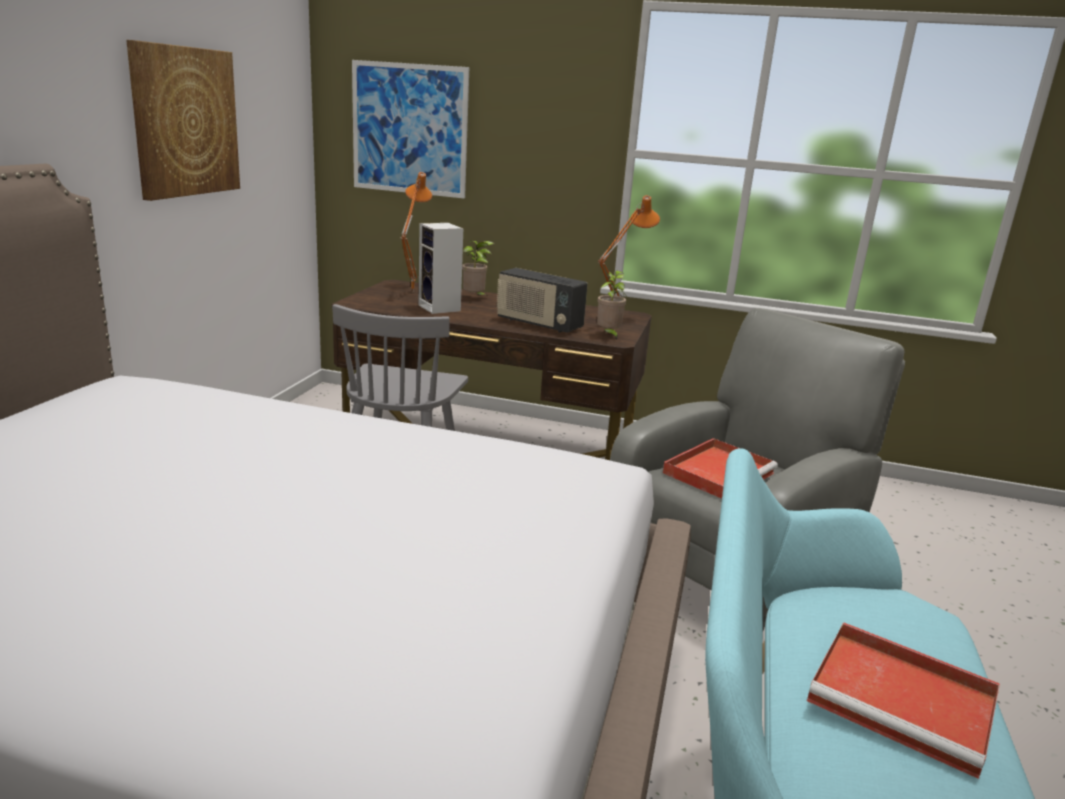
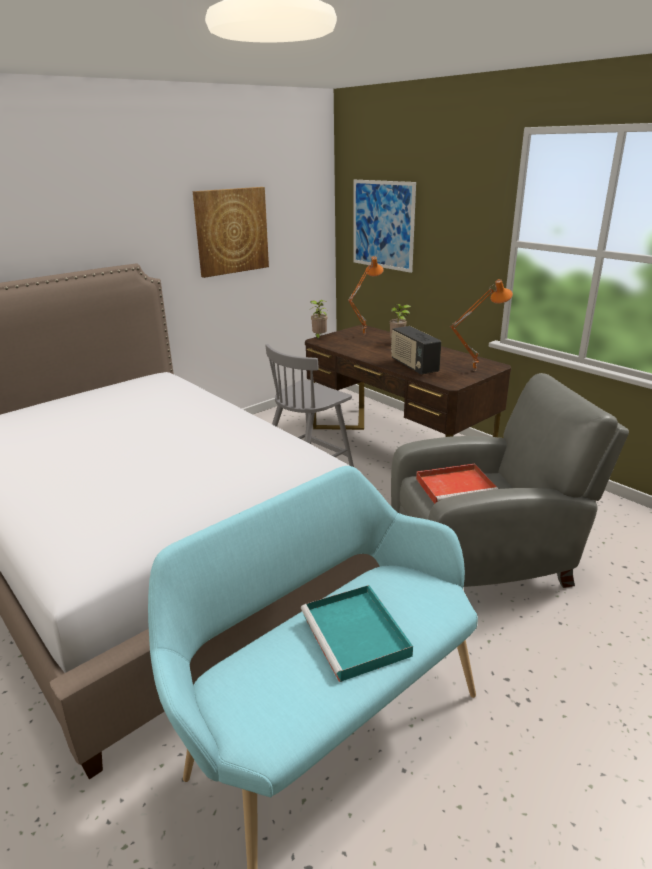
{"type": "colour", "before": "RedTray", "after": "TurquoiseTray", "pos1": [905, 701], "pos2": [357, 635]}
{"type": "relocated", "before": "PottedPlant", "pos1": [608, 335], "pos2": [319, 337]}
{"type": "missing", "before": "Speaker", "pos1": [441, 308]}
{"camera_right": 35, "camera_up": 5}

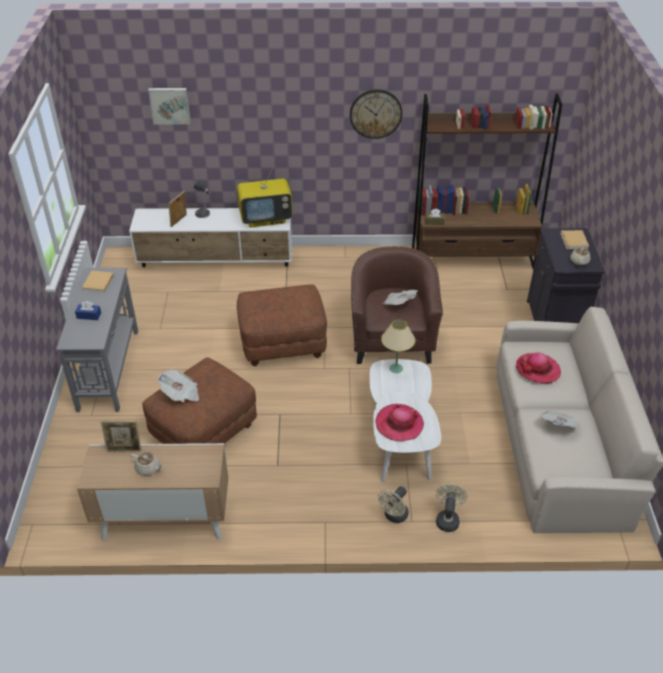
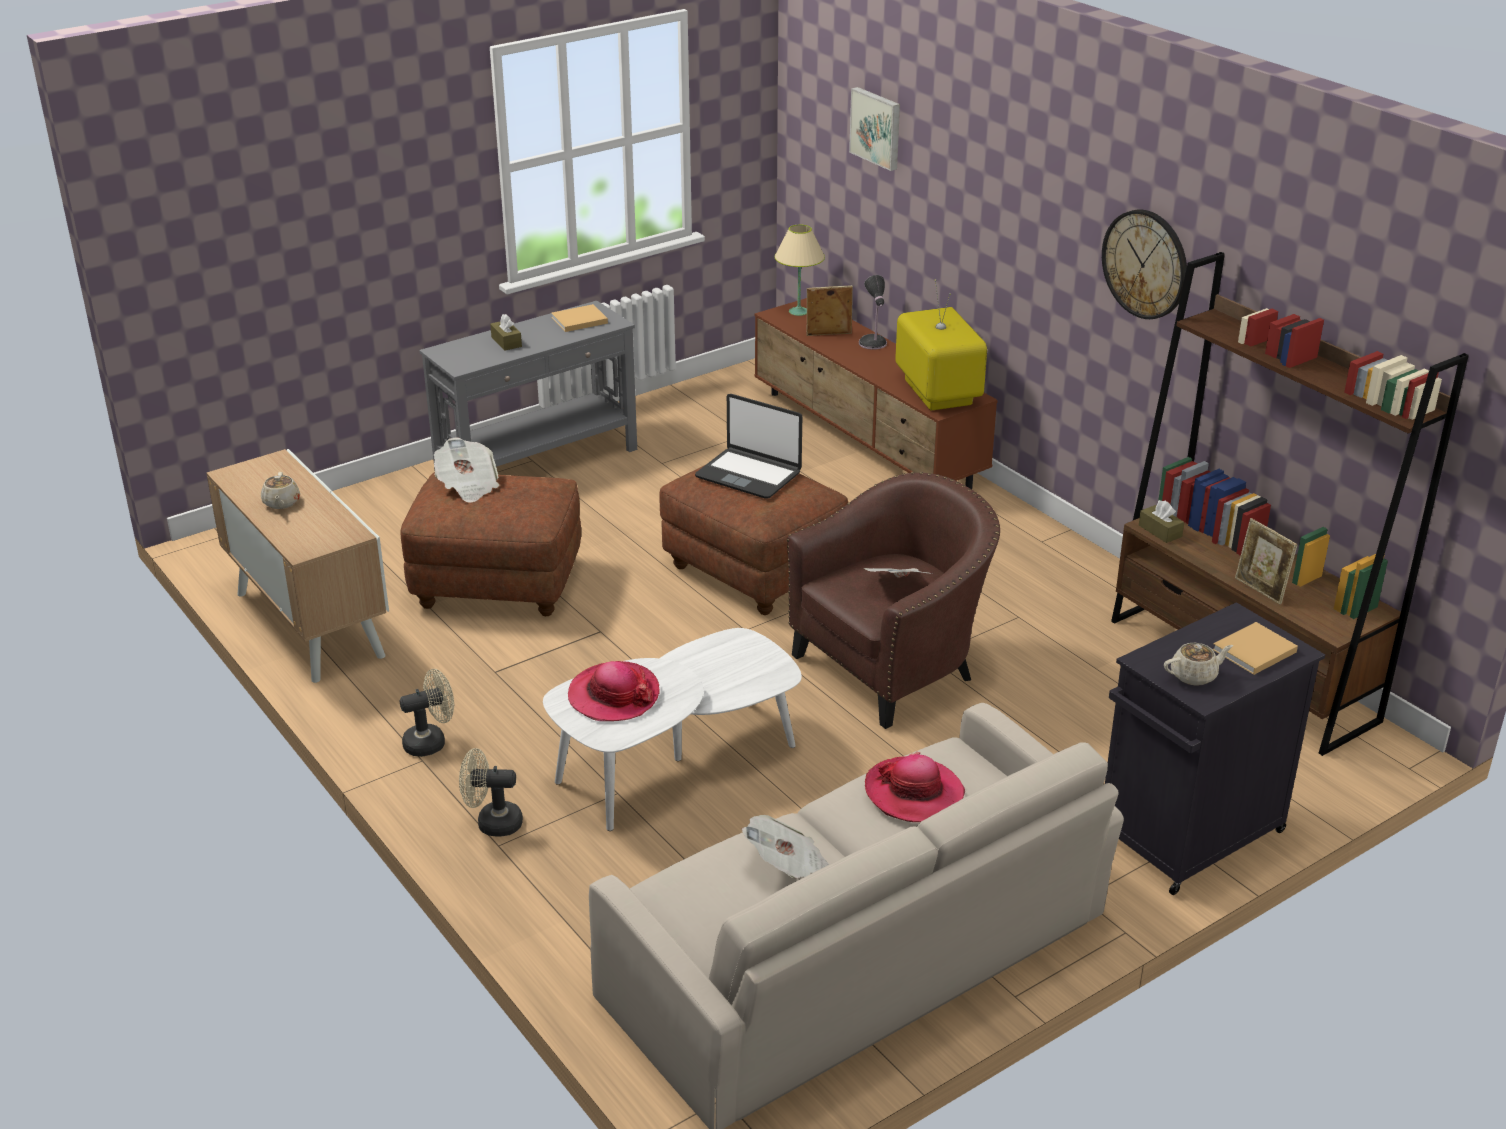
{"type": "relocated", "before": "BeigeFan", "pos1": [447, 519], "pos2": [431, 742]}
{"type": "colour", "before": "BlueTissueBox", "after": "BrownTissueBox", "pos1": [89, 315], "pos2": [506, 342]}
{"type": "appeared", "after": "Laptop", "pos2": [749, 474]}
{"type": "colour", "before": "WhiteTvStand", "after": "BrownTvStand", "pos1": [217, 260], "pos2": [867, 440]}
{"type": "relocated", "before": "BeigeTableLamp", "pos1": [396, 368], "pos2": [799, 311]}
{"type": "spun", "before": "Television", "pos1": [266, 219], "pos2": [936, 392], "turn": -150}
{"type": "relocated", "before": "PictureFrame", "pos1": [124, 449], "pos2": [1260, 590]}
{"camera_right": 55, "camera_up": -10}

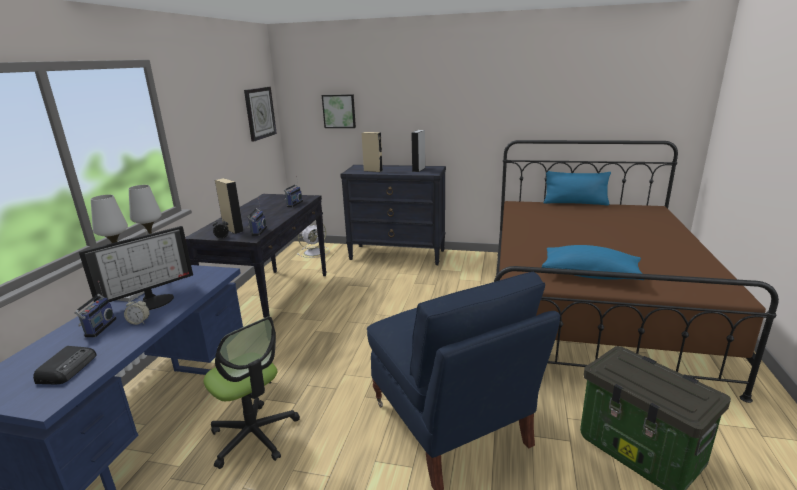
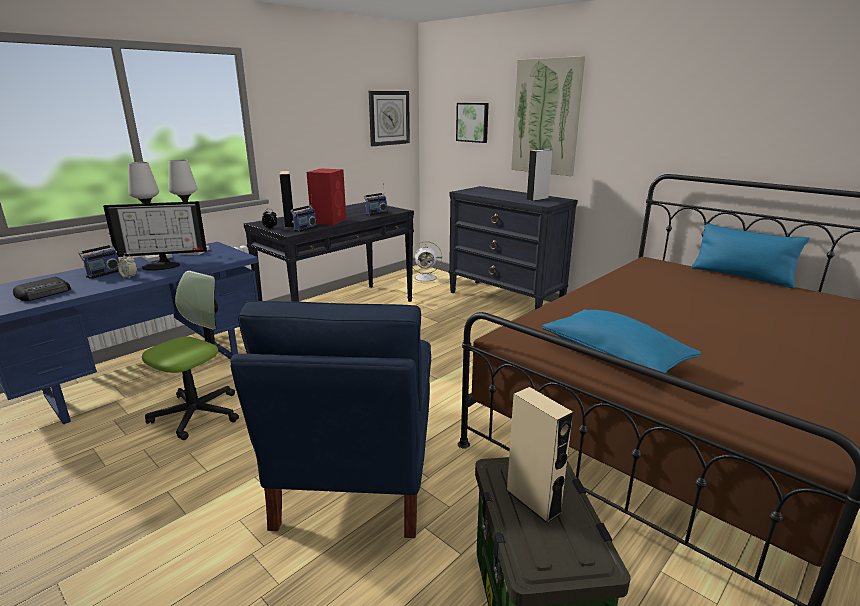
{"type": "spun", "before": "OfficeChair", "pos1": [254, 435], "pos2": [197, 414], "turn": -135}
{"type": "appeared", "after": "RedSpeaker", "pos2": [329, 221]}
{"type": "relocated", "before": "BeigeSpeaker", "pos1": [373, 171], "pos2": [533, 501]}
{"type": "appeared", "after": "Picture", "pos2": [546, 117]}
{"camera_right": 30, "camera_up": 0}

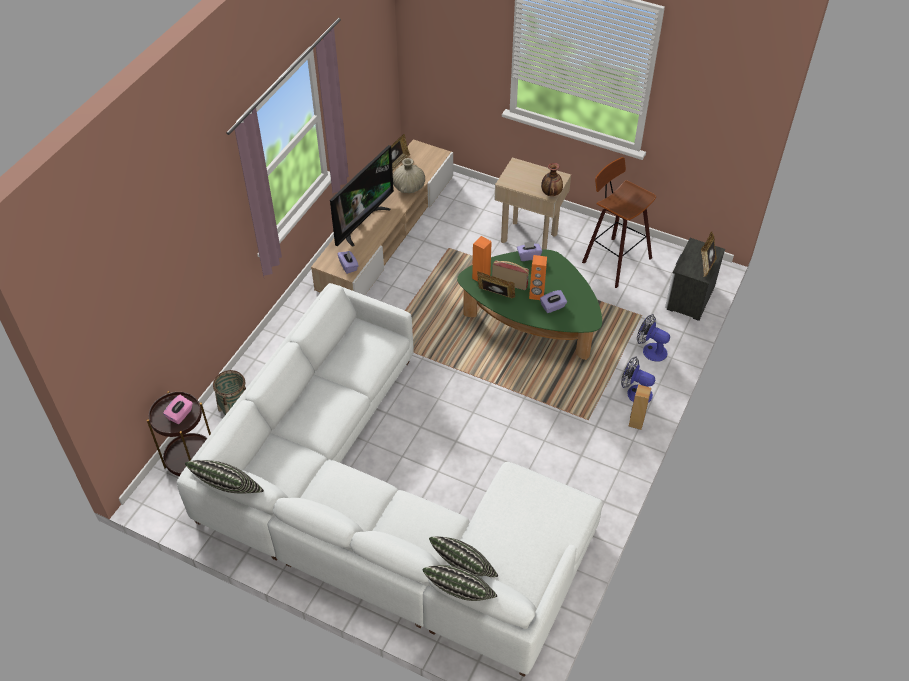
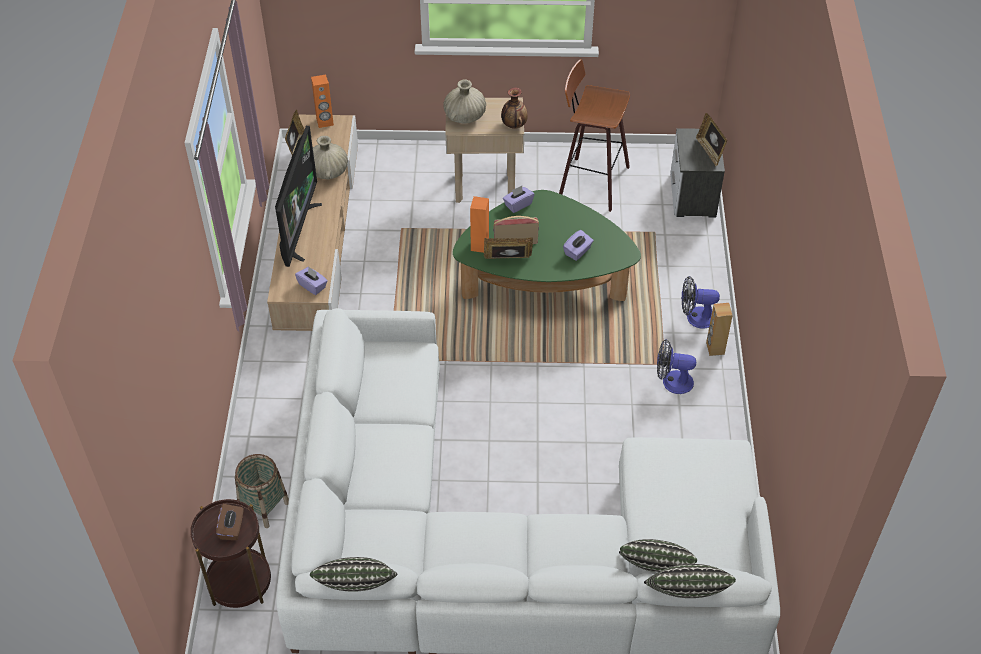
{"type": "colour", "before": "PinkTissueBox", "after": "BrownTissueBox", "pos1": [180, 415], "pos2": [232, 528]}
{"type": "relocated", "before": "OrangeSpeaker", "pos1": [536, 295], "pos2": [325, 122]}
{"type": "appeared", "after": "BeigeVase", "pos2": [465, 116]}
{"type": "relocated", "before": "Fan", "pos1": [650, 350], "pos2": [672, 381]}
{"camera_right": -25, "camera_up": 0}

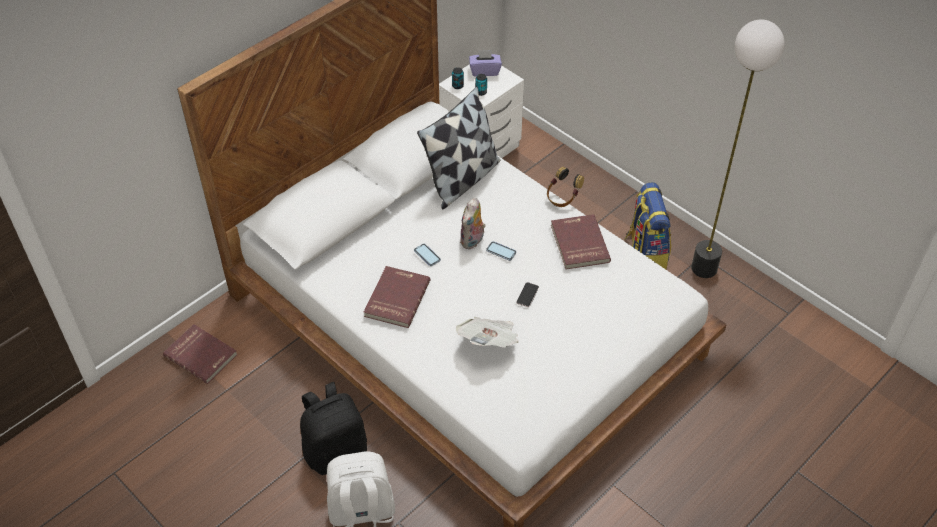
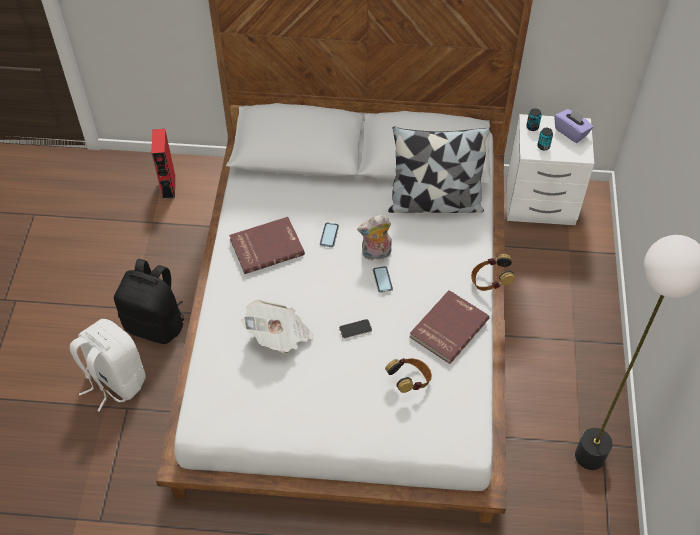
{"type": "exchanged", "before": "RedBook", "after": "RedSpeaker", "pos1": [201, 355], "pos2": [168, 186]}
{"type": "appeared", "after": "Headphones", "pos2": [410, 381]}
{"type": "missing", "before": "Backpack", "pos1": [645, 253]}
{"camera_right": 50, "camera_up": 5}

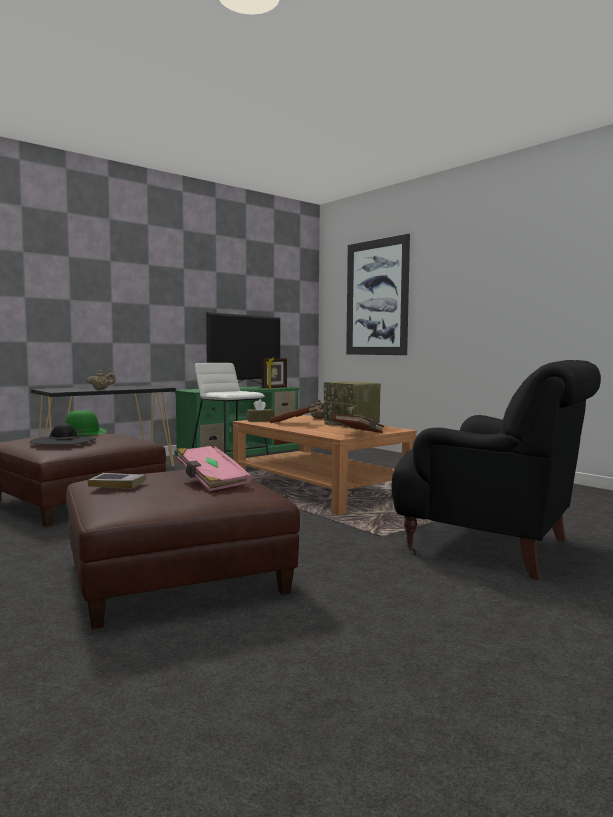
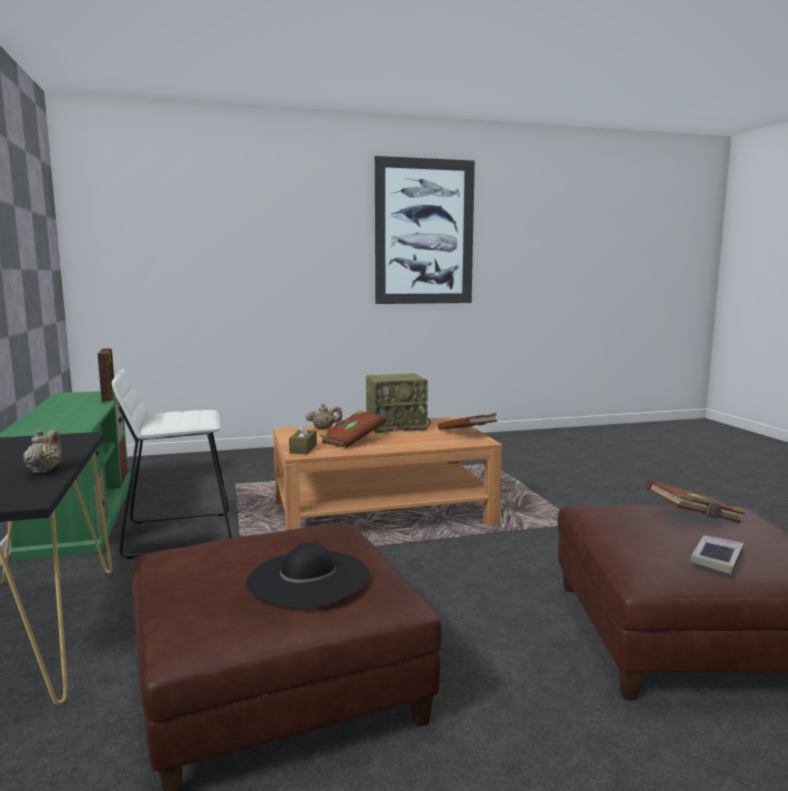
{"type": "relocated", "before": "Picture", "pos1": [376, 297], "pos2": [424, 232]}
{"type": "colour", "before": "PinkBook", "after": "BrownBook", "pos1": [211, 482], "pos2": [693, 518]}
{"type": "missing", "before": "GreenHat", "pos1": [81, 432]}
{"type": "missing", "before": "Television", "pos1": [245, 387]}
{"type": "missing", "before": "BlackArmchair", "pos1": [492, 547]}
{"camera_right": -65, "camera_up": 5}

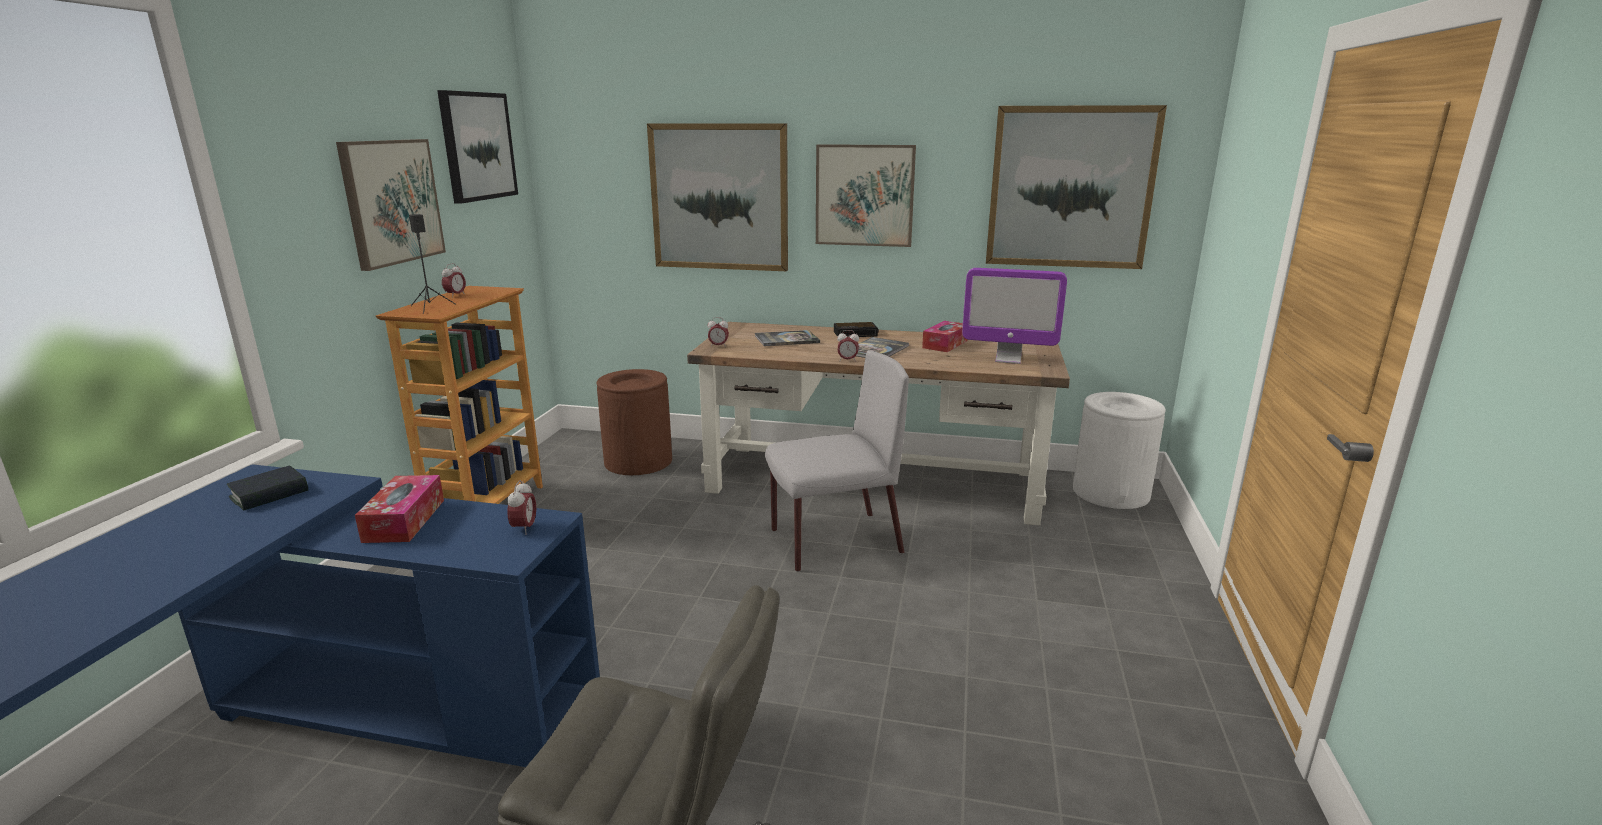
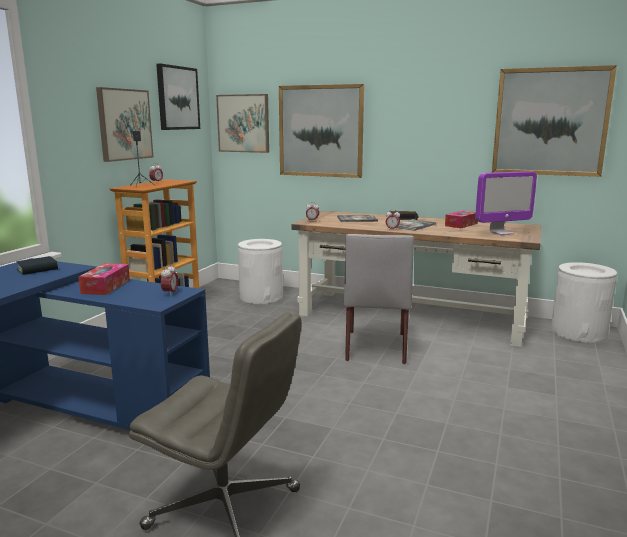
{"type": "relocated", "before": "Picture", "pos1": [864, 195], "pos2": [243, 123]}
{"type": "colour", "before": "BrownTrashCan", "after": "WhiteTrashCan", "pos1": [638, 461], "pos2": [261, 297]}
{"type": "spun", "before": "GreyChair", "pos1": [833, 542], "pos2": [376, 346], "turn": 105}
{"type": "spun", "before": "Monitor", "pos1": [1008, 359], "pos2": [501, 233], "turn": -45}
{"camera_right": 10, "camera_up": -5}

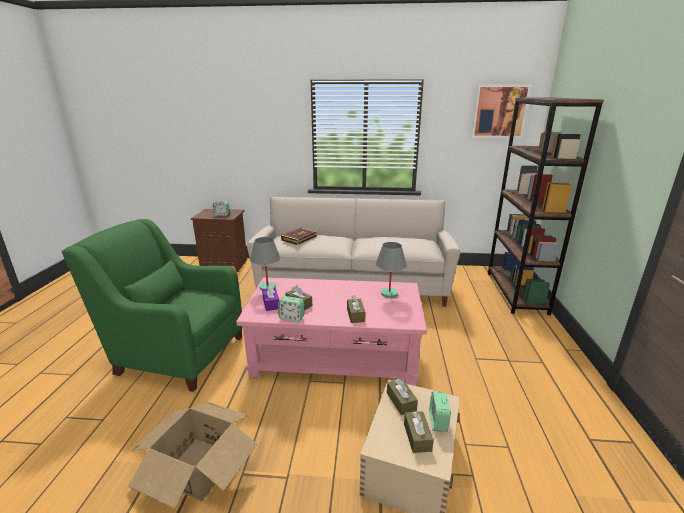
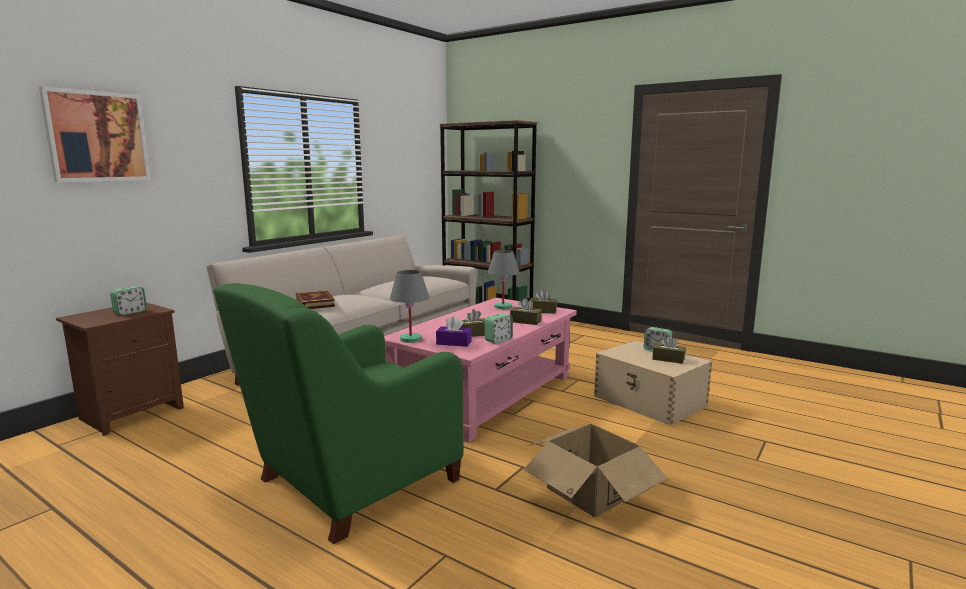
{"type": "relocated", "before": "Picture", "pos1": [499, 111], "pos2": [97, 137]}
{"type": "relocated", "before": "BrownTissueBox", "pos1": [401, 401], "pos2": [542, 311]}
{"camera_right": -60, "camera_up": -10}

